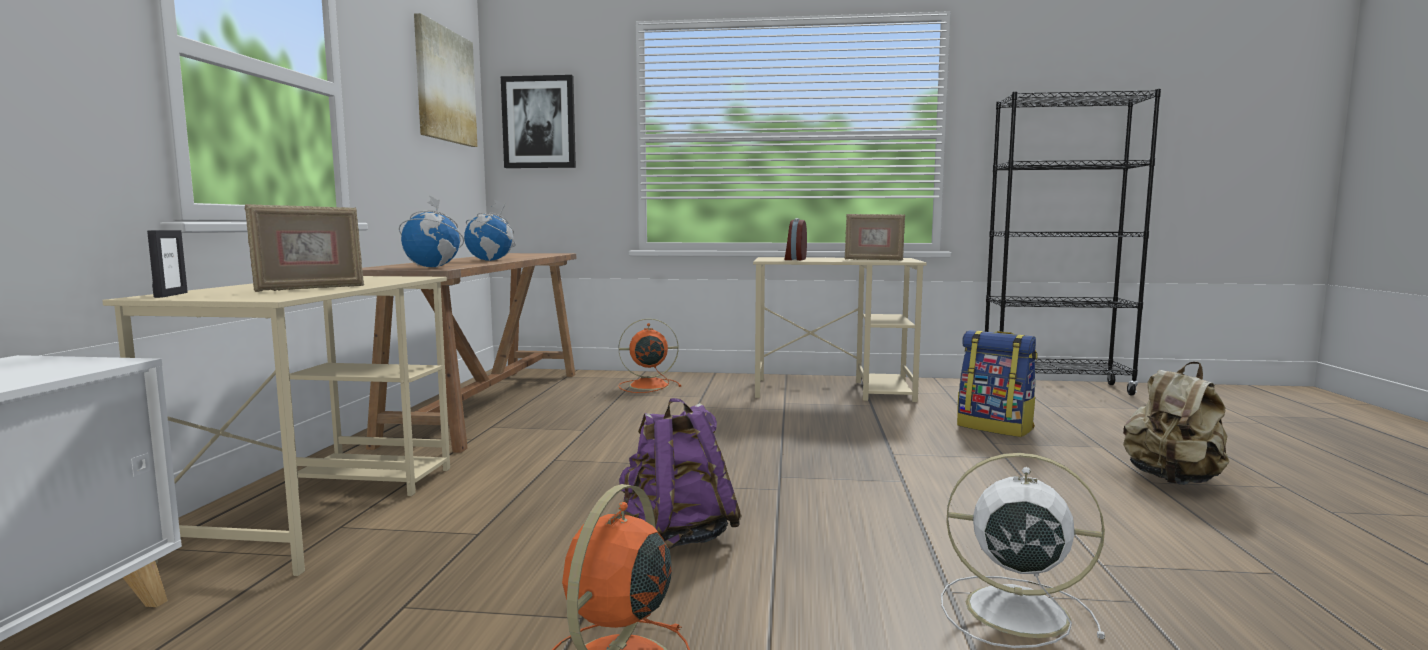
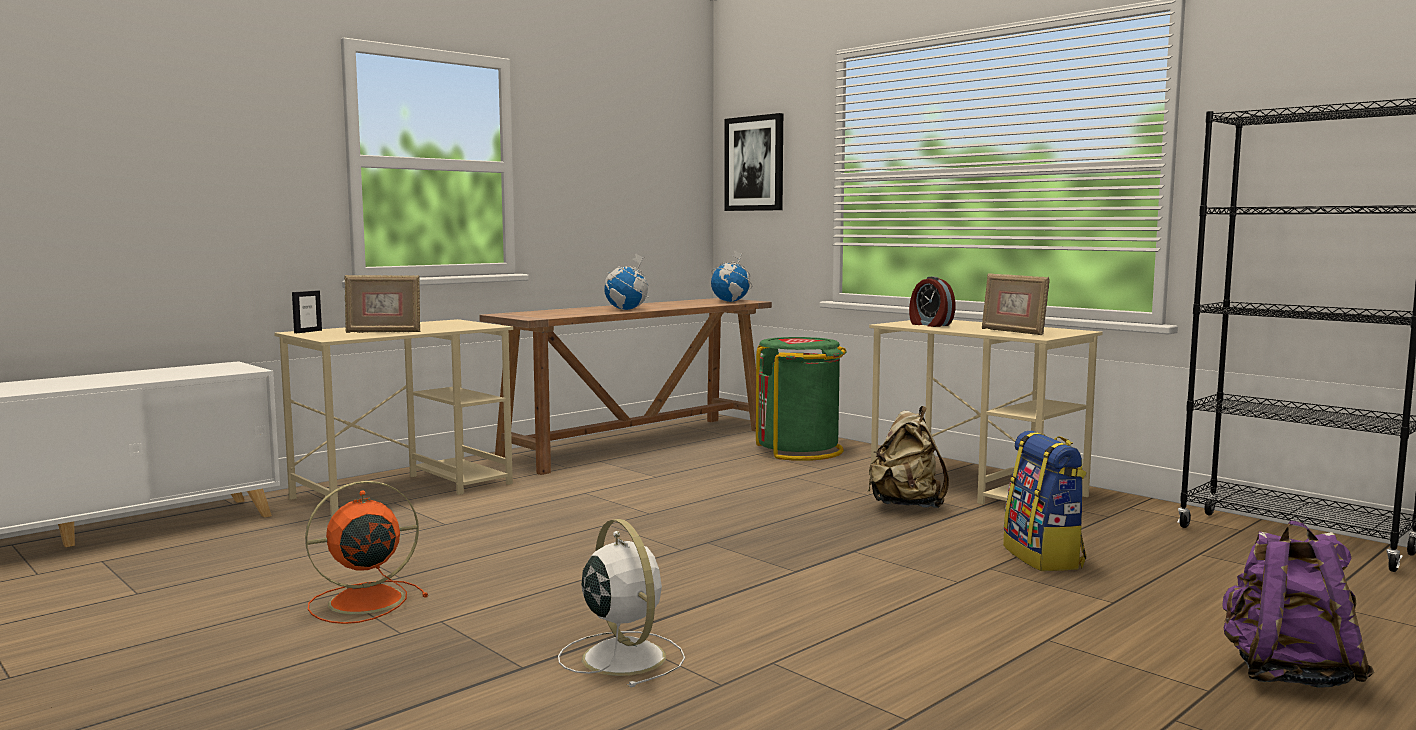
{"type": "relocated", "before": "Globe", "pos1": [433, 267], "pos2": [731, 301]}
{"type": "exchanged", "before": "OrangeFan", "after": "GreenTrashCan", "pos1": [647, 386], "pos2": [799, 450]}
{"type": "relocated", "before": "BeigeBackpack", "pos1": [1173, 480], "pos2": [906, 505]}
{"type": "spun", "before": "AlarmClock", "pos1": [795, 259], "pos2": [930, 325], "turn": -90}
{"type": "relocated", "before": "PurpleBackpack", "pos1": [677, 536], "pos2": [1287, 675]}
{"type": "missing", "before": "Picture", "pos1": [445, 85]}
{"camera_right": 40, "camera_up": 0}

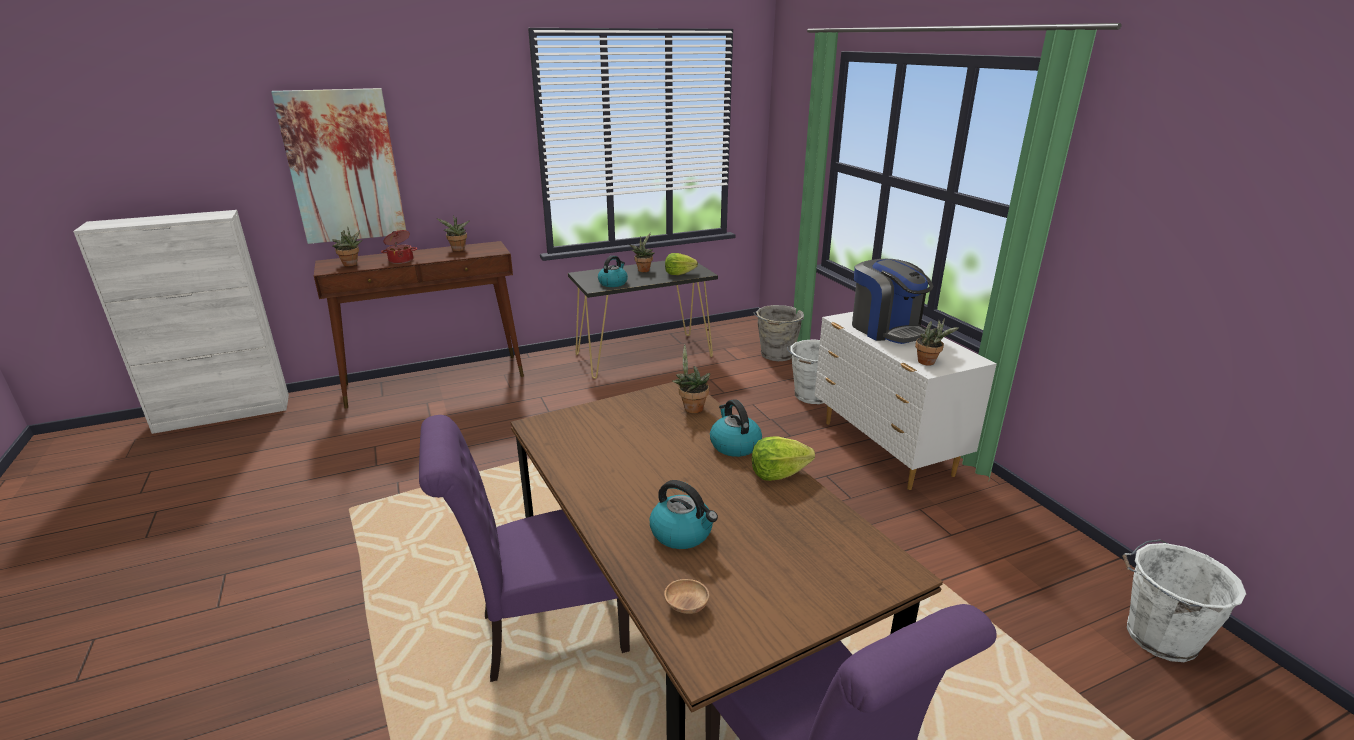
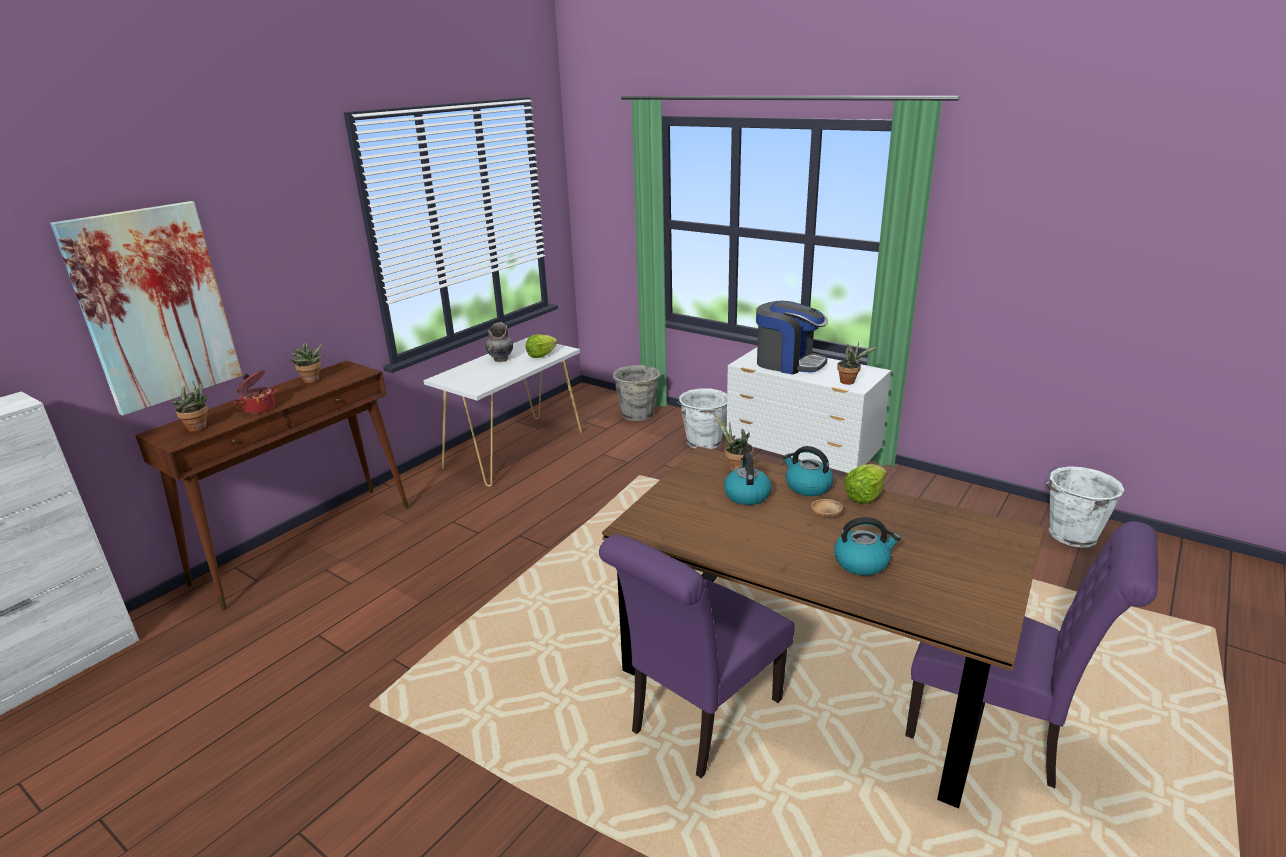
{"type": "colour", "before": "BlackConsoleTable", "after": "WhiteConsoleTable", "pos1": [644, 355], "pos2": [515, 449]}
{"type": "exchanged", "before": "PottedPlant", "after": "GreyVase", "pos1": [643, 270], "pos2": [500, 359]}
{"type": "relocated", "before": "Kettle", "pos1": [613, 283], "pos2": [746, 495]}
{"type": "relocated", "before": "BrownBowl", "pos1": [686, 605], "pos2": [826, 515]}
{"camera_right": -30, "camera_up": 0}

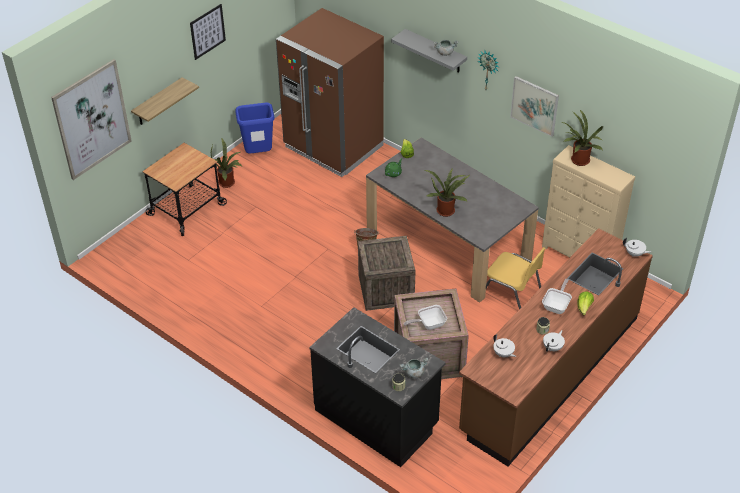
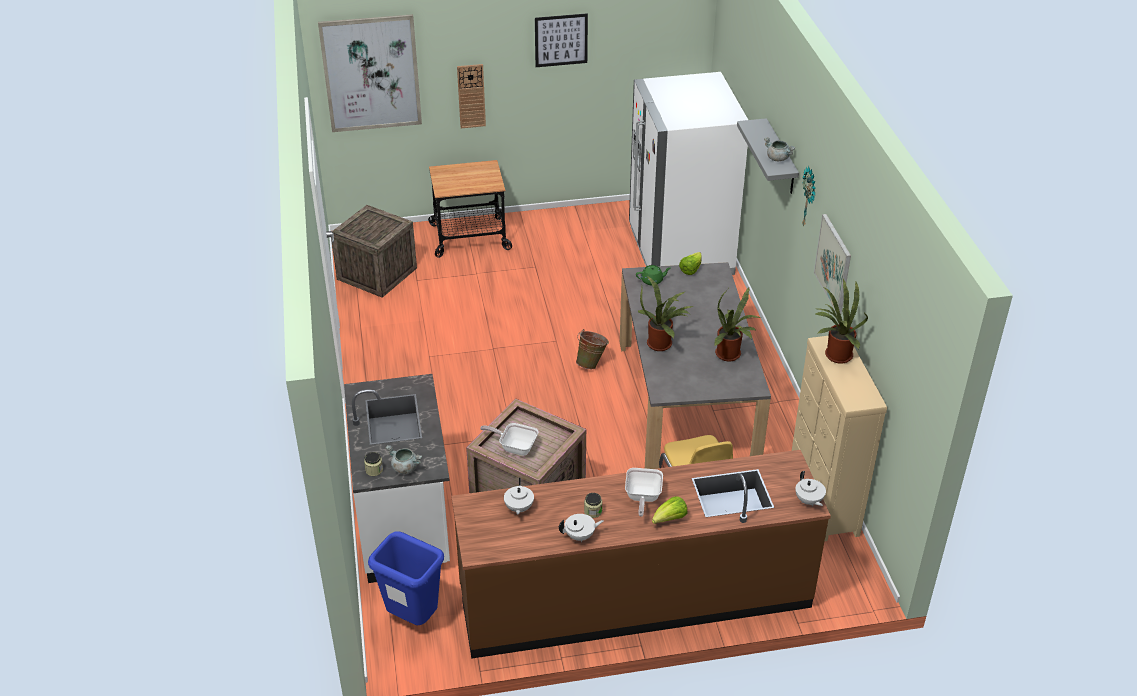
{"type": "relocated", "before": "Crate", "pos1": [386, 289], "pos2": [377, 273]}
{"type": "colour", "before": "BlackCounter", "after": "WhiteCounter", "pos1": [377, 417], "pos2": [405, 522]}
{"type": "relocated", "before": "BlueTrashCan", "pos1": [259, 154], "pos2": [413, 619]}
{"type": "exchanged", "before": "Shelf", "after": "WallClock", "pos1": [158, 102], "pos2": [471, 96]}
{"type": "spun", "before": "FryingPan", "pos1": [557, 305], "pos2": [642, 498], "turn": 120}
{"type": "colour", "before": "BrownFridge", "after": "WhiteFridge", "pos1": [333, 147], "pos2": [680, 251]}
{"type": "relocated", "before": "PottedPlant", "pos1": [228, 182], "pos2": [730, 355]}
{"camera_right": 40, "camera_up": -5}

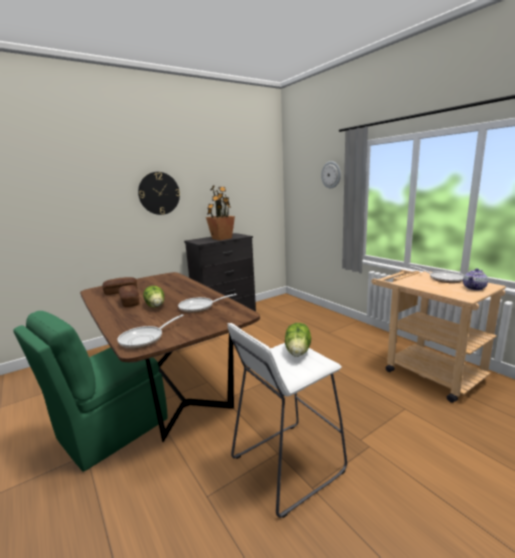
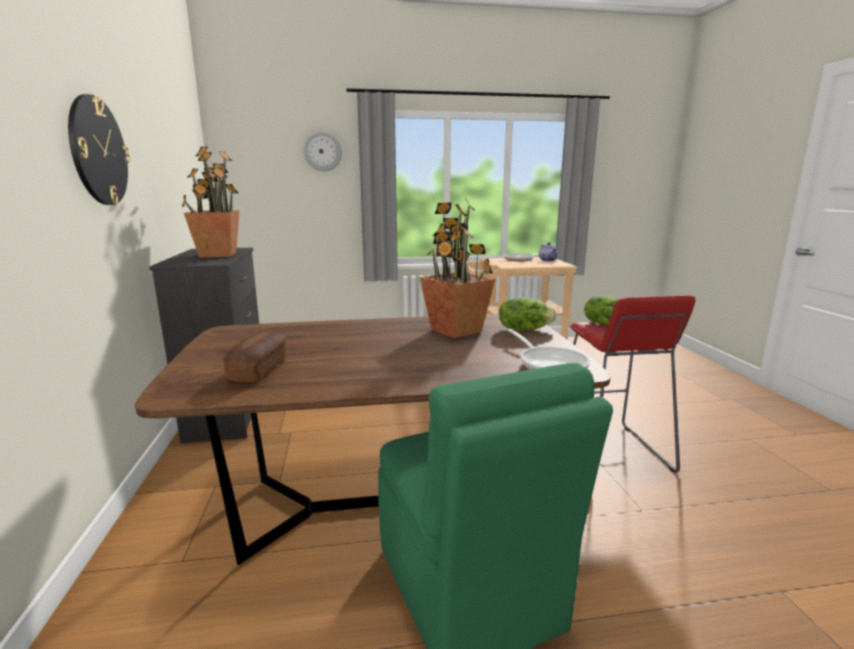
{"type": "exchanged", "before": "FryingPan", "after": "PottedPlant", "pos1": [199, 307], "pos2": [455, 331]}
{"type": "relocated", "before": "Lettuce", "pos1": [156, 306], "pos2": [524, 329]}
{"type": "colour", "before": "WhiteStool", "after": "RedStool", "pos1": [286, 464], "pos2": [609, 452]}
{"type": "missing", "before": "Bread", "pos1": [130, 302]}
{"camera_right": -65, "camera_up": 0}

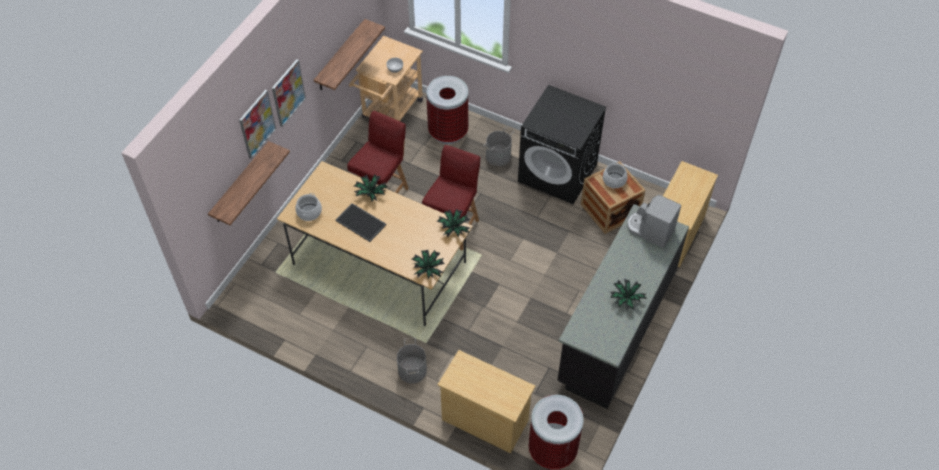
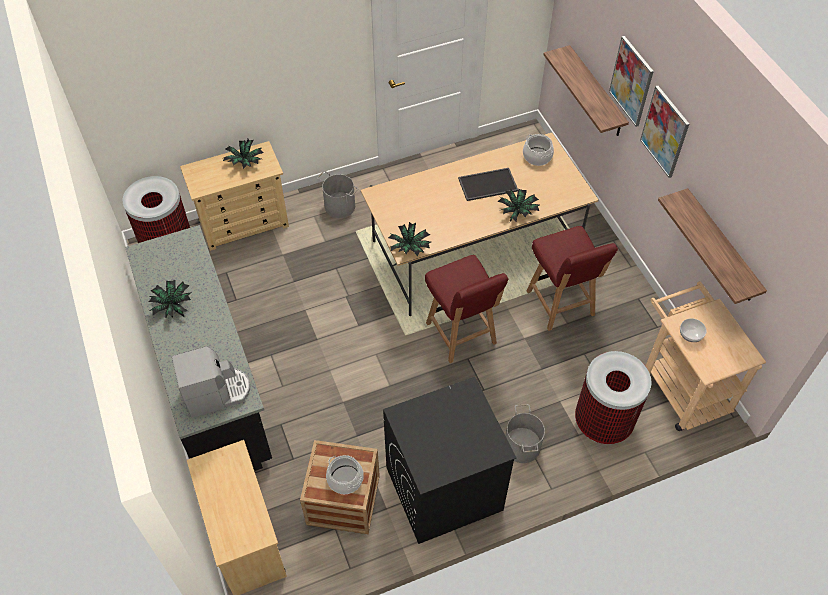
{"type": "relocated", "before": "PottedPlant", "pos1": [428, 269], "pos2": [244, 162]}
{"camera_right": 130, "camera_up": 0}

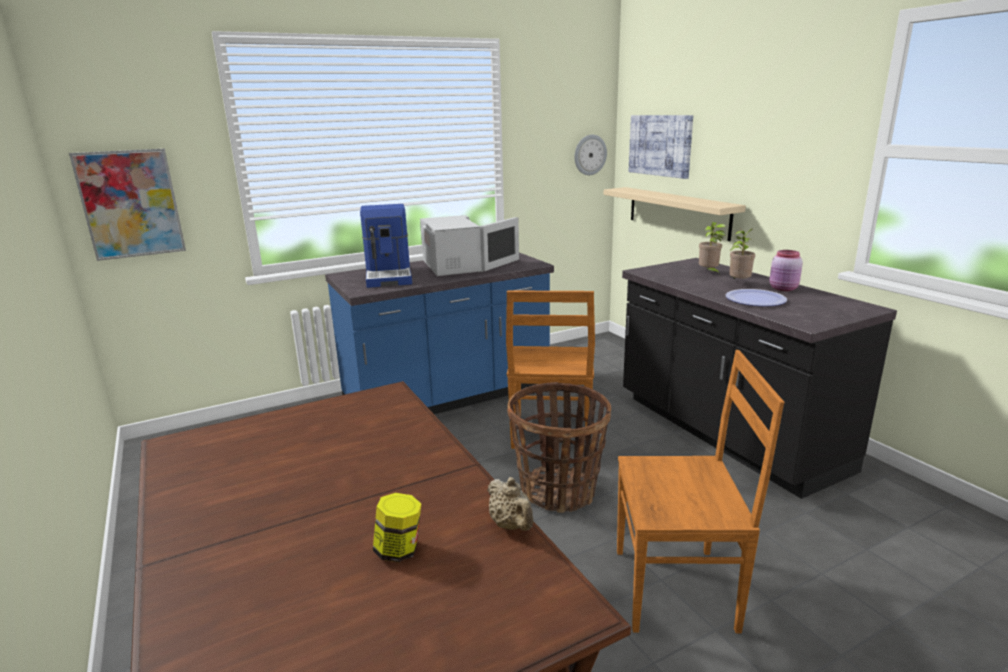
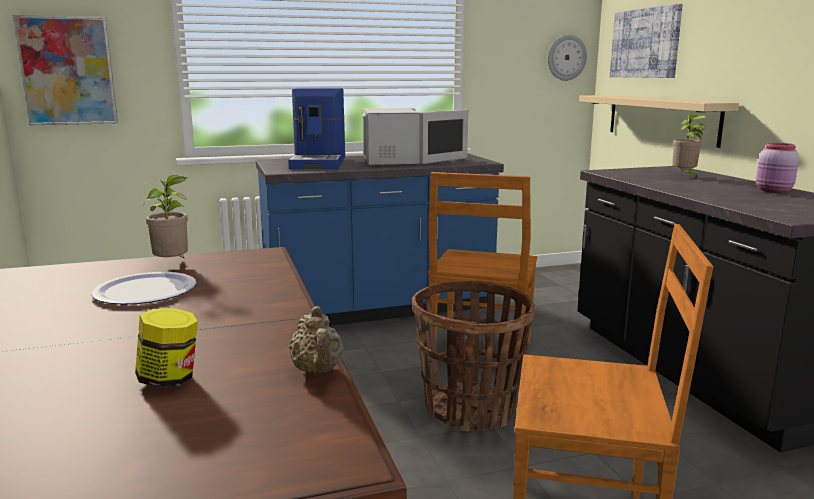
{"type": "relocated", "before": "Plate", "pos1": [755, 299], "pos2": [145, 291]}
{"type": "relocated", "before": "PottedPlant", "pos1": [739, 283], "pos2": [173, 265]}
{"camera_right": 10, "camera_up": -5}

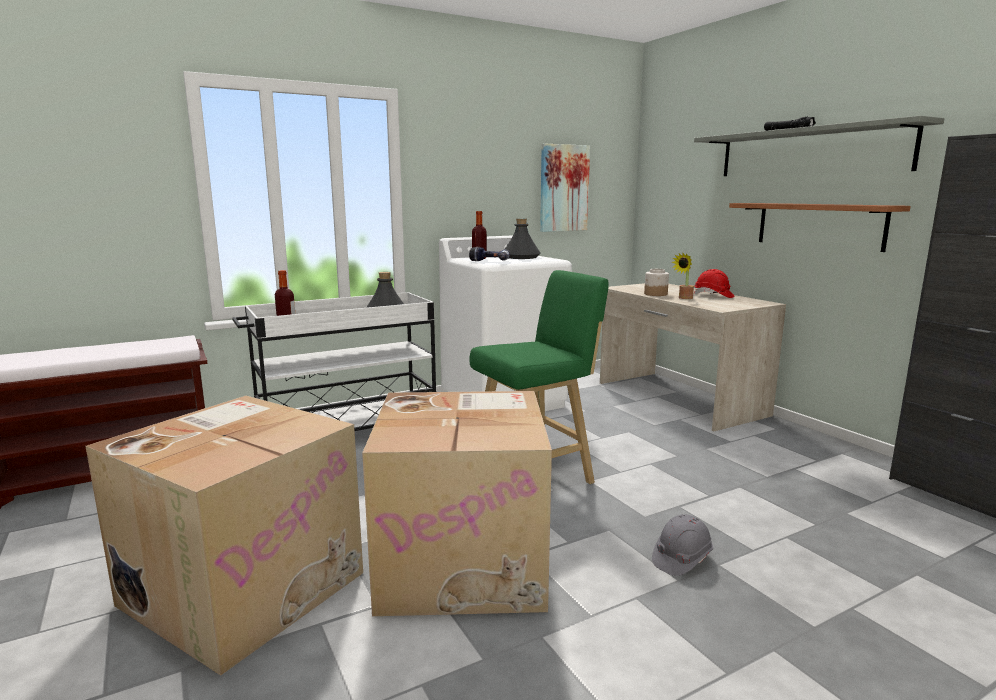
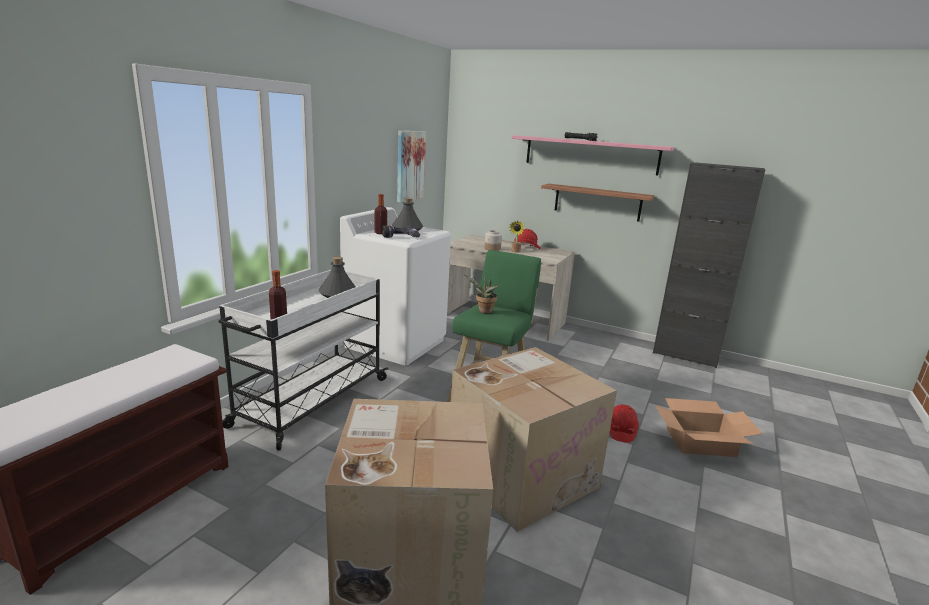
{"type": "appeared", "after": "PottedPlant", "pos2": [484, 311]}
{"type": "colour", "before": "GreyShelf", "after": "PinkShelf", "pos1": [809, 152], "pos2": [590, 154]}
{"type": "colour", "before": "GreyHardHat", "after": "RedHardHat", "pos1": [681, 559], "pos2": [621, 431]}
{"type": "appeared", "after": "CardboardBox", "pos2": [700, 442]}
{"camera_right": -35, "camera_up": 5}

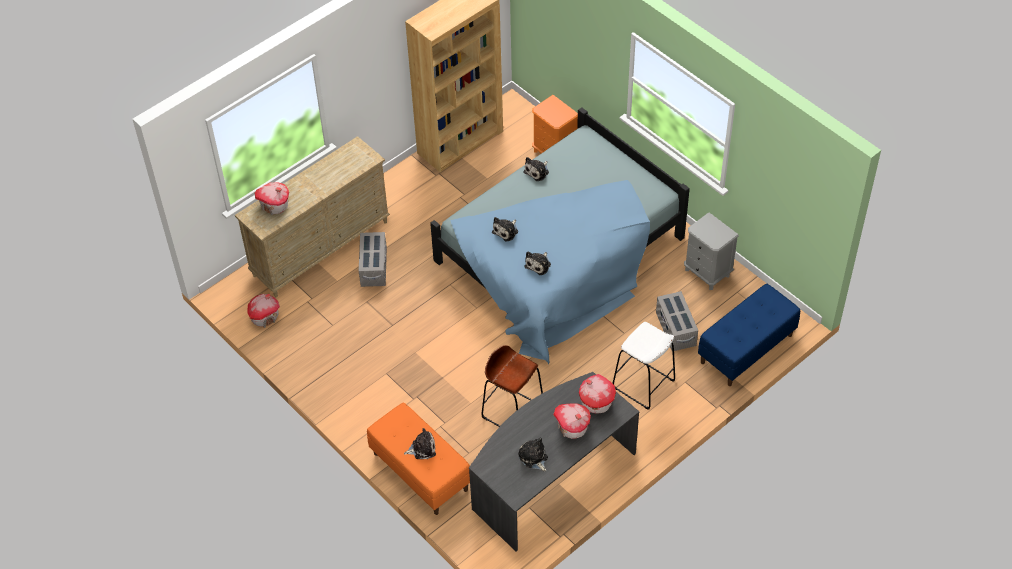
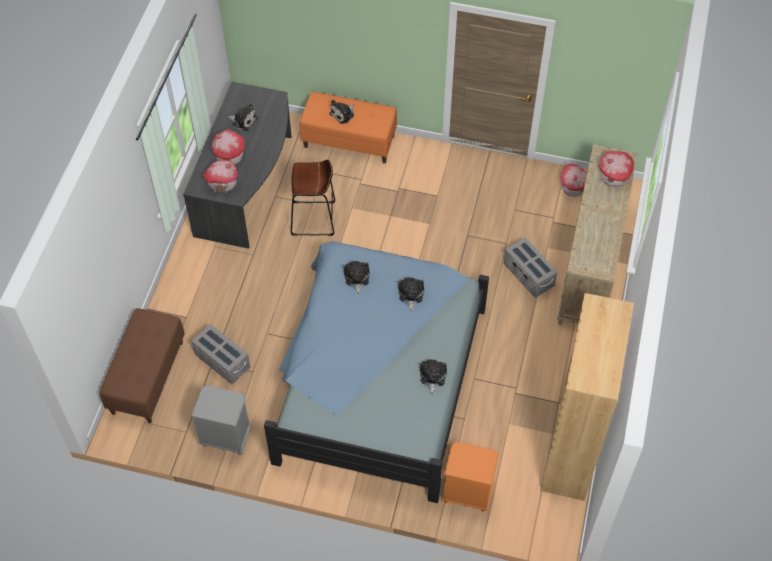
{"type": "colour", "before": "BlueBench", "after": "BrownBench", "pos1": [746, 349], "pos2": [147, 377]}
{"type": "missing", "before": "WhiteStool", "pos1": [643, 384]}
{"camera_right": 145, "camera_up": 5}

